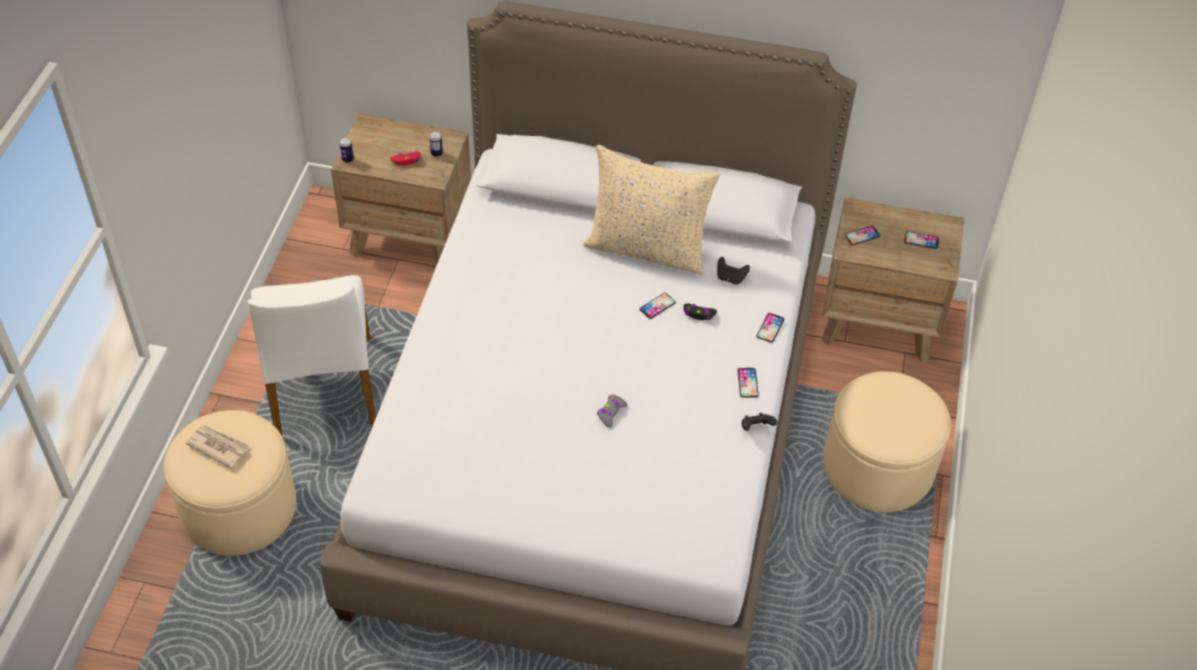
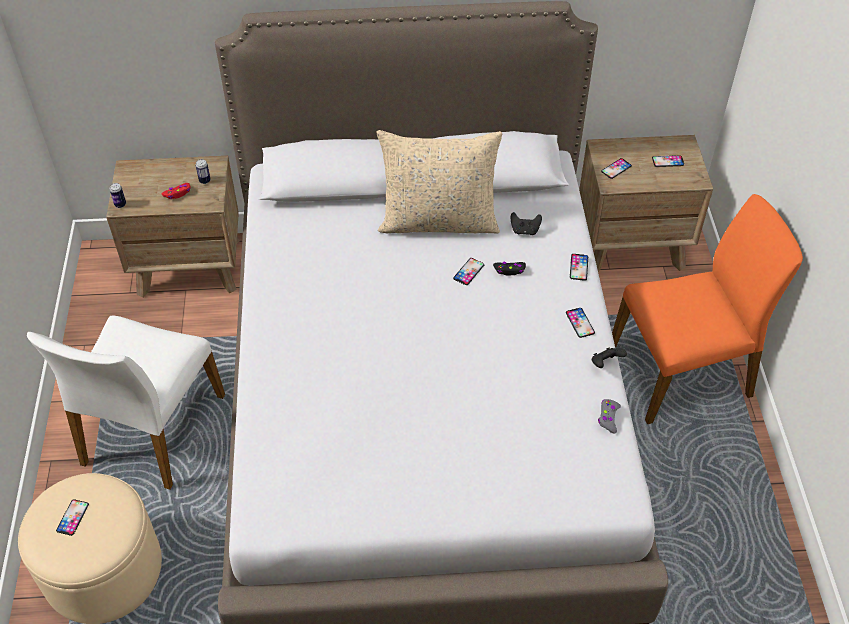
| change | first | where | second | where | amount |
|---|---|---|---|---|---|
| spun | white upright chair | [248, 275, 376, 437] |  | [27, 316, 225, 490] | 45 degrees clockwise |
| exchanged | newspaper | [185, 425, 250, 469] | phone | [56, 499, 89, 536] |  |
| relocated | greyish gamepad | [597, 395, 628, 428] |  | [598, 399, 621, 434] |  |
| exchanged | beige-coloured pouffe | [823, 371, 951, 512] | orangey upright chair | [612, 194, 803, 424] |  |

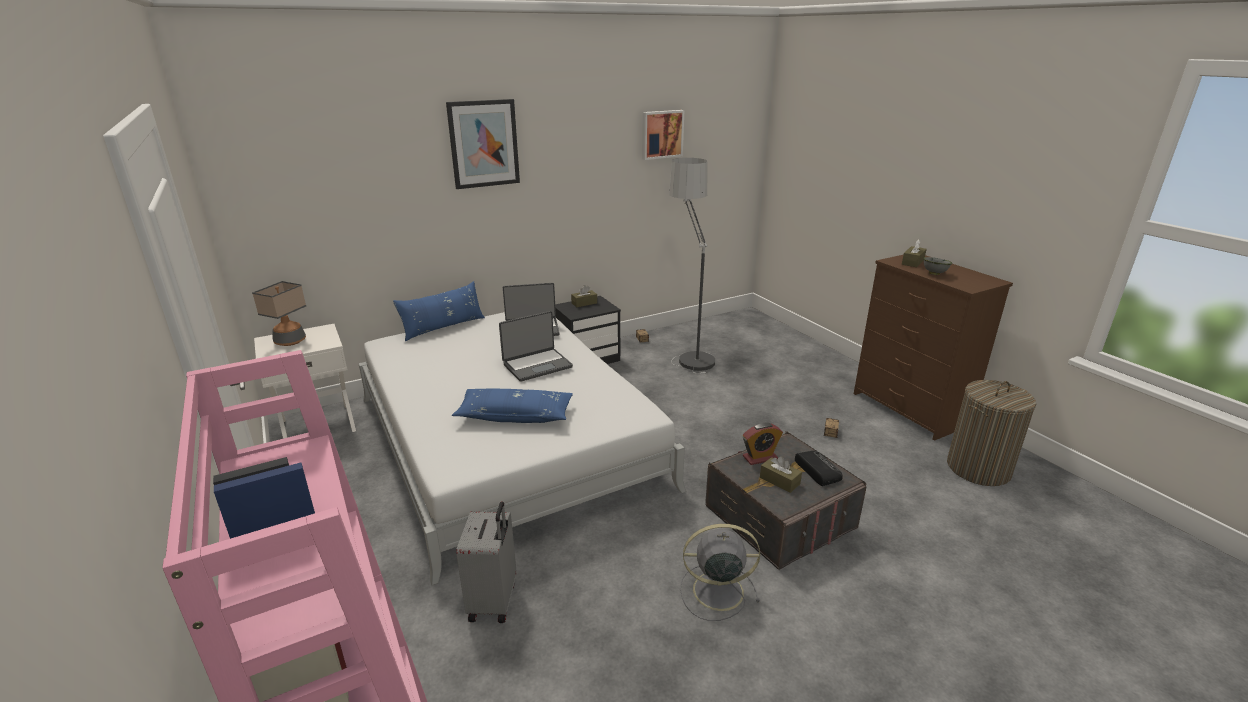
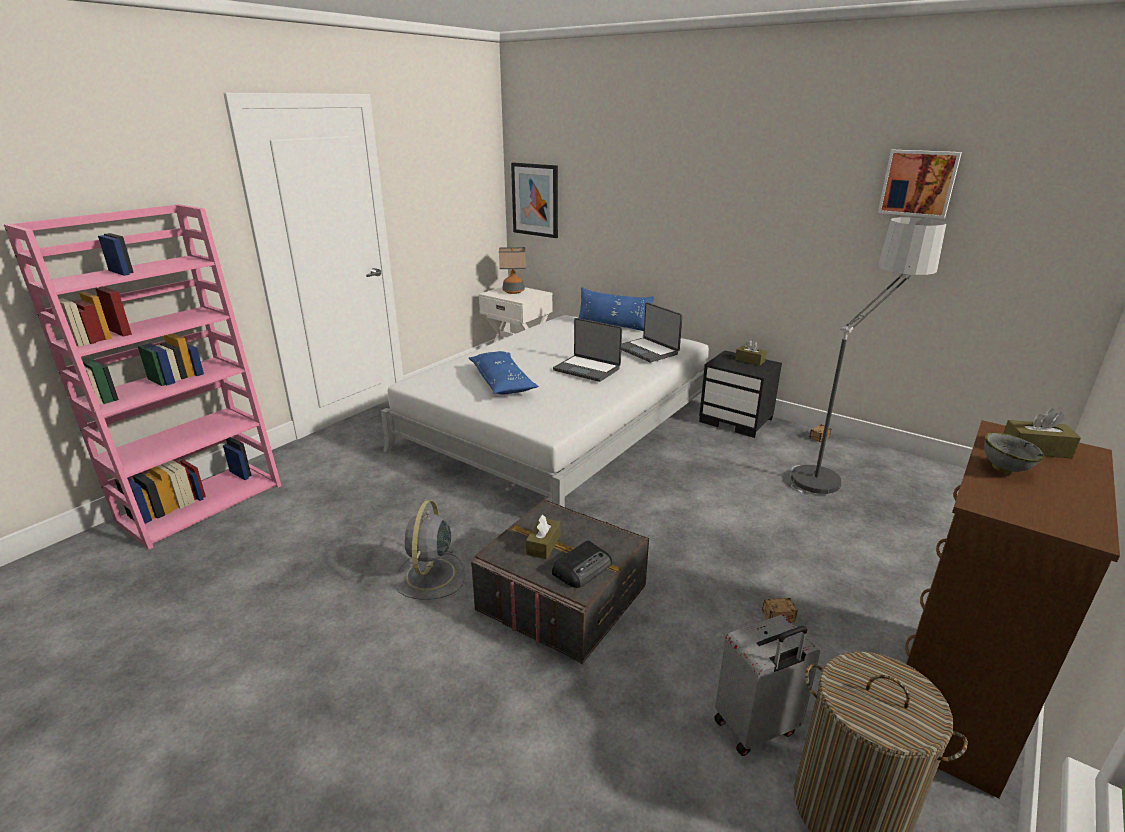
| change | first | where | second | where | amount |
|---|---|---|---|---|---|
| spun | greyish electric fan | [680, 524, 760, 621] |  | [395, 500, 465, 600] | 150 degrees counterclockwise |
| relocated | picture | [446, 99, 520, 189] |  | [511, 163, 558, 238] |  |
| relocated | greyish piece of luggage | [456, 502, 517, 623] |  | [714, 615, 820, 756] |  |
| missing | table clock | [743, 423, 783, 465] |  |  |  |

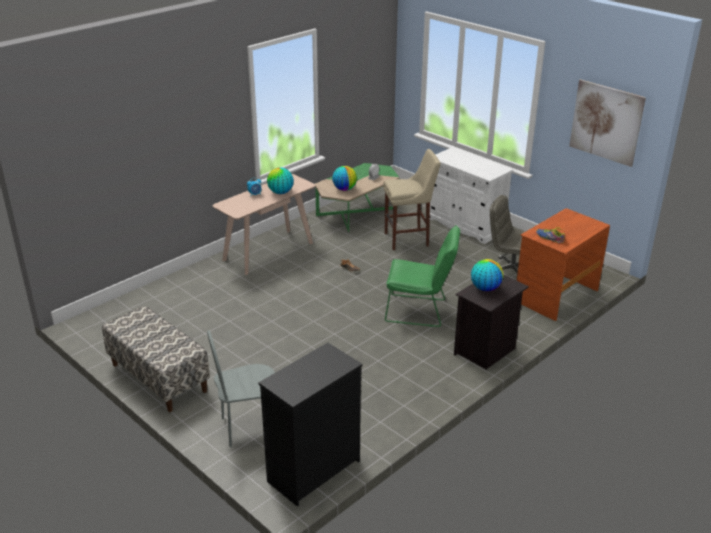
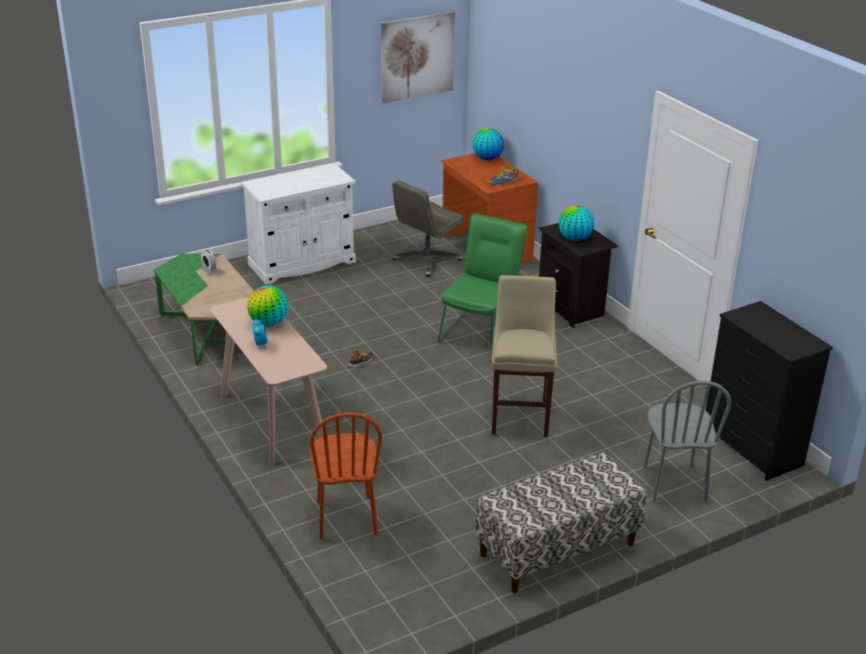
| change | first | where | second | where | amount |
|---|---|---|---|---|---|
| appeared |  |  | brown upright chair | [309, 412, 382, 539] |  |
| relocated | world globe | [332, 166, 357, 191] |  | [472, 128, 504, 160] |  |
| relocated | beige-coloured stool seat | [383, 149, 441, 250] |  | [492, 275, 557, 437] |  |

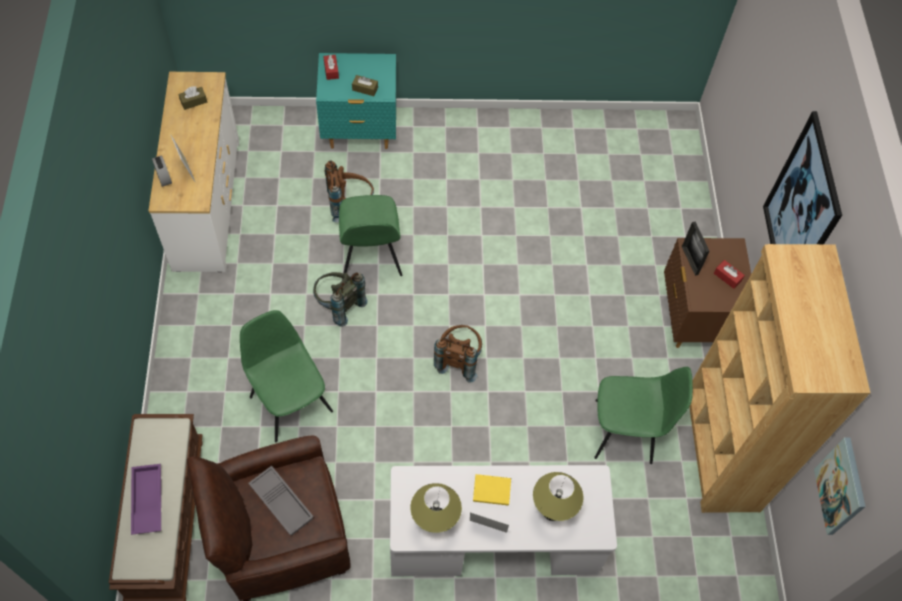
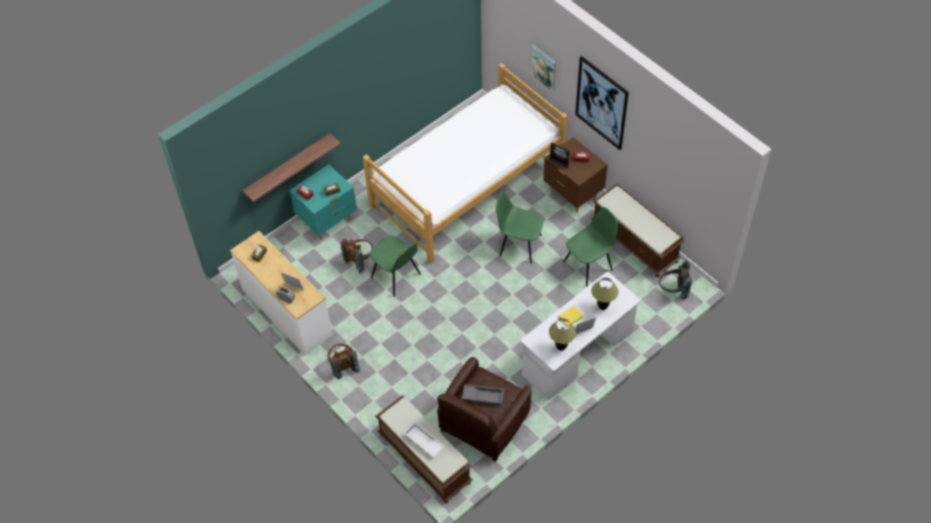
| change | first | where | second | where | amount |
|---|---|---|---|---|---|
| appeared |  |  | bracket shelf | [243, 133, 341, 202] |  |
| relocated | brown knapsack | [434, 325, 482, 383] |  | [328, 344, 361, 379] |  |
| appeared |  |  | bed | [363, 63, 568, 264] |  |
| colour | purple carrying tray | [131, 464, 161, 535] | white carrying tray | [403, 422, 445, 458] |  |
| relocated | greenish upright chair | [240, 310, 333, 442] |  | [496, 191, 544, 264] |  |
| relocated | picture | [814, 437, 866, 535] |  | [530, 44, 556, 92] |  |
| exchanged | brown bookshelf | [689, 244, 870, 513] | brown indoor bench | [591, 184, 684, 277] |  |
| relocated | greyish knapsack | [313, 272, 368, 327] |  | [659, 261, 692, 299] |  |

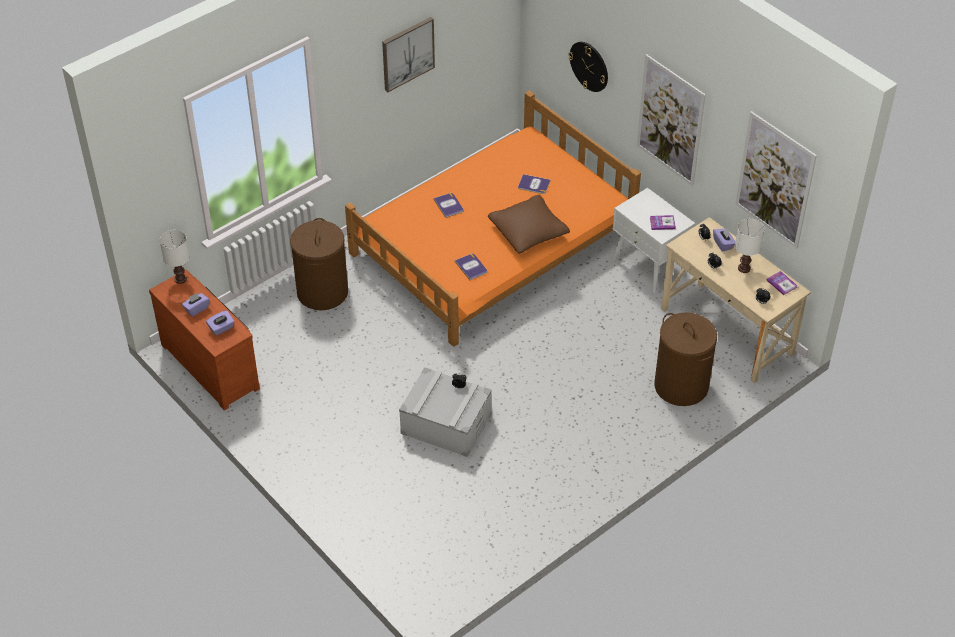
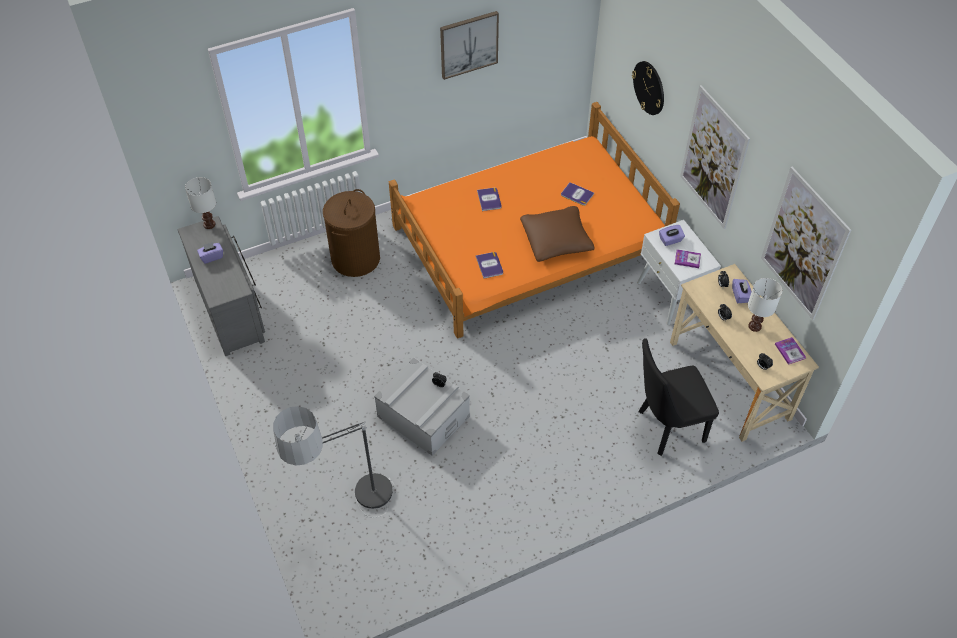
| change | first | where | second | where | amount |
|---|---|---|---|---|---|
| colour | brown dresser | [149, 270, 260, 411] | greyish dresser | [177, 216, 265, 356] |  |
| appeared |  |  | floor lamp | [273, 406, 394, 517] |  |
| exchanged | brown washing basket | [654, 312, 717, 406] | blackish upright chair | [638, 338, 719, 456] |  |
| relocated | purple tissue box | [206, 310, 234, 335] |  | [659, 225, 685, 246] |  |

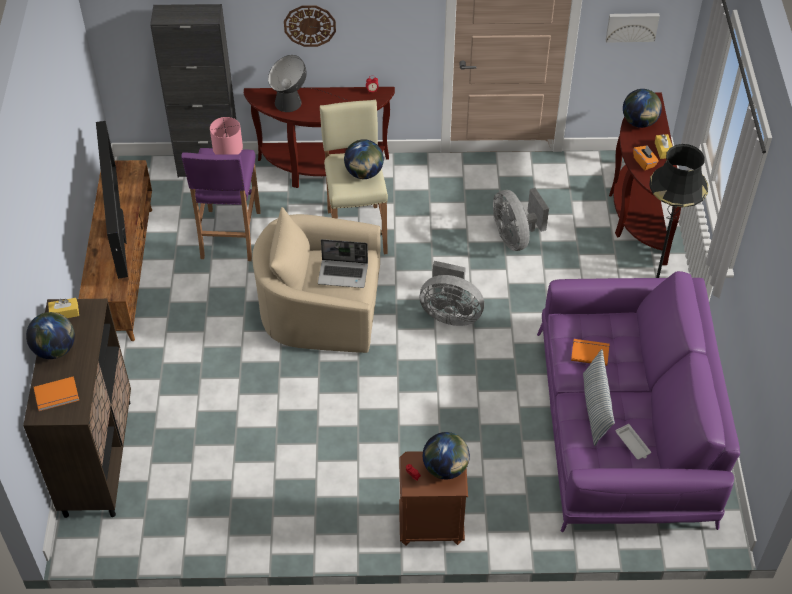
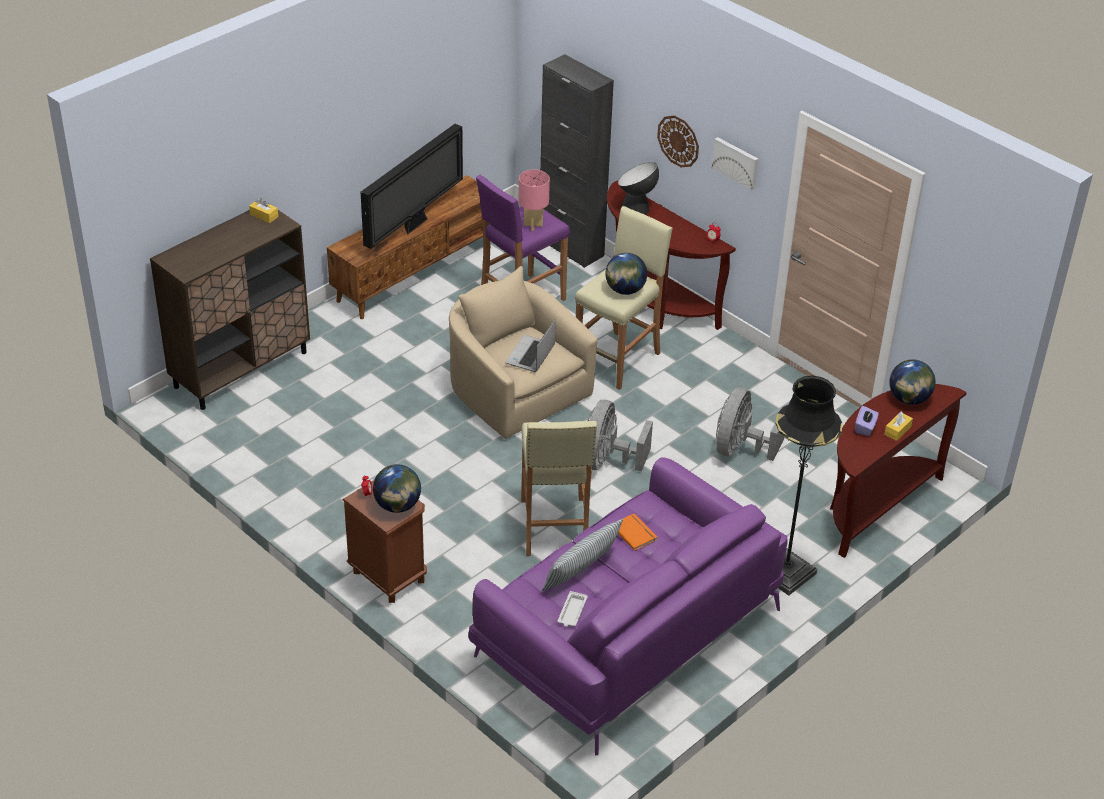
| change | first | where | second | where | amount |
|---|---|---|---|---|---|
| spun | notebook computer | [318, 239, 368, 288] |  | [505, 319, 556, 372] | 60 degrees clockwise |
| appeared |  |  | beige-coloured stool seat | [521, 421, 597, 556] |  |
| spun | greyish electric fan | [420, 261, 484, 326] |  | [587, 400, 653, 472] | 45 degrees clockwise |
| relocated | picture | [606, 13, 660, 43] |  | [712, 137, 758, 190] |  |
| colour | orangey tissue box | [633, 146, 659, 170] | purple tissue box | [855, 406, 879, 436] |  |
| missing | world globe | [26, 312, 75, 359] |  |  |  |
| missing | orangey bound book | [34, 376, 79, 411] |  |  |  |

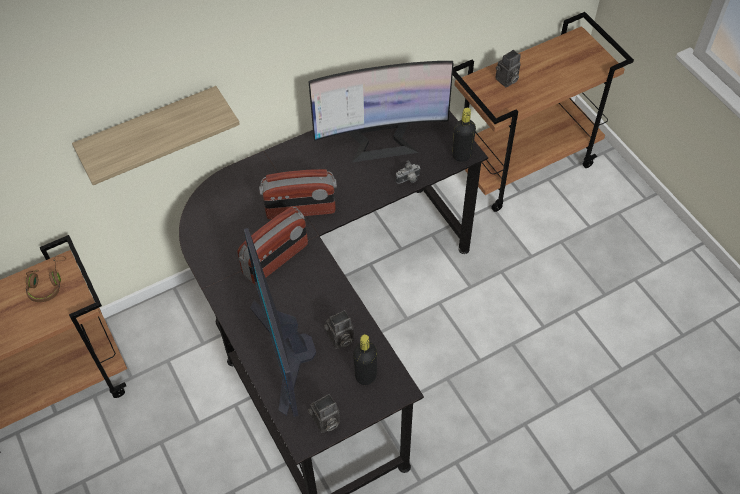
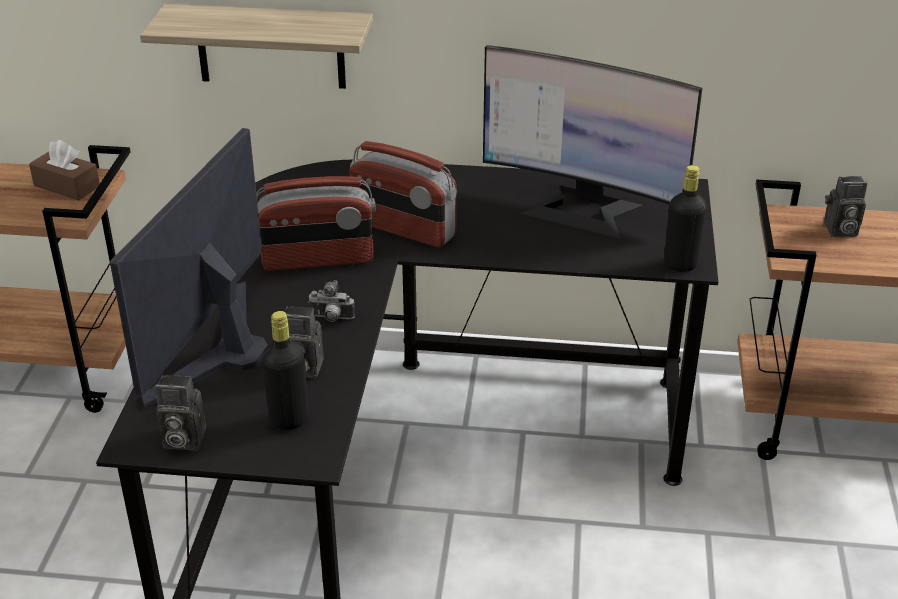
| change | first | where | second | where | amount |
|---|---|---|---|---|---|
| exchanged | brown headset | [26, 256, 66, 302] | brown tissue box | [29, 140, 100, 201] |  |
| relocated | photo camera | [396, 160, 421, 184] |  | [308, 280, 355, 322] |  |

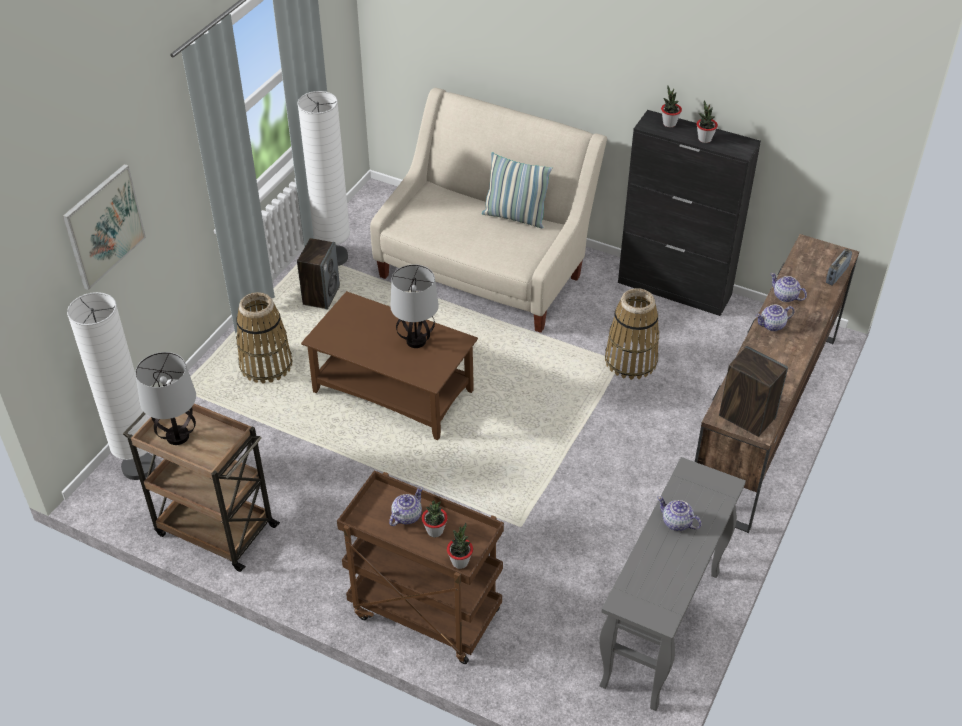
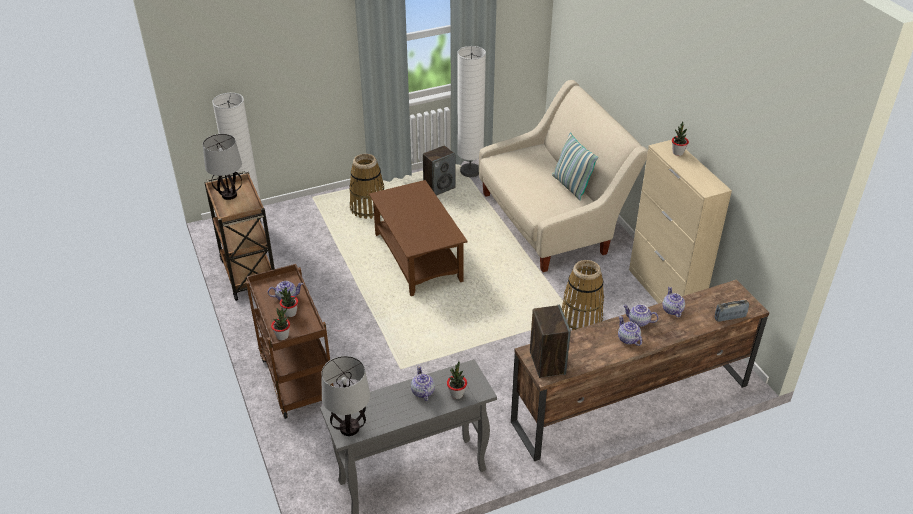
| change | first | where | second | where | amount |
|---|---|---|---|---|---|
| relocated | lamp for a table | [390, 264, 439, 348] |  | [321, 356, 370, 436] |  |
| relocated | plant in a pot | [697, 100, 718, 143] |  | [447, 361, 467, 399] |  |
| appeared |  |  | pot for tea | [618, 316, 642, 346] |  |
| colour | blackish storage cabinet | [618, 110, 761, 316] | beige-coloured storage cabinet | [629, 140, 732, 304] |  |
| missing | picture | [63, 164, 146, 290] |  |  |  |

